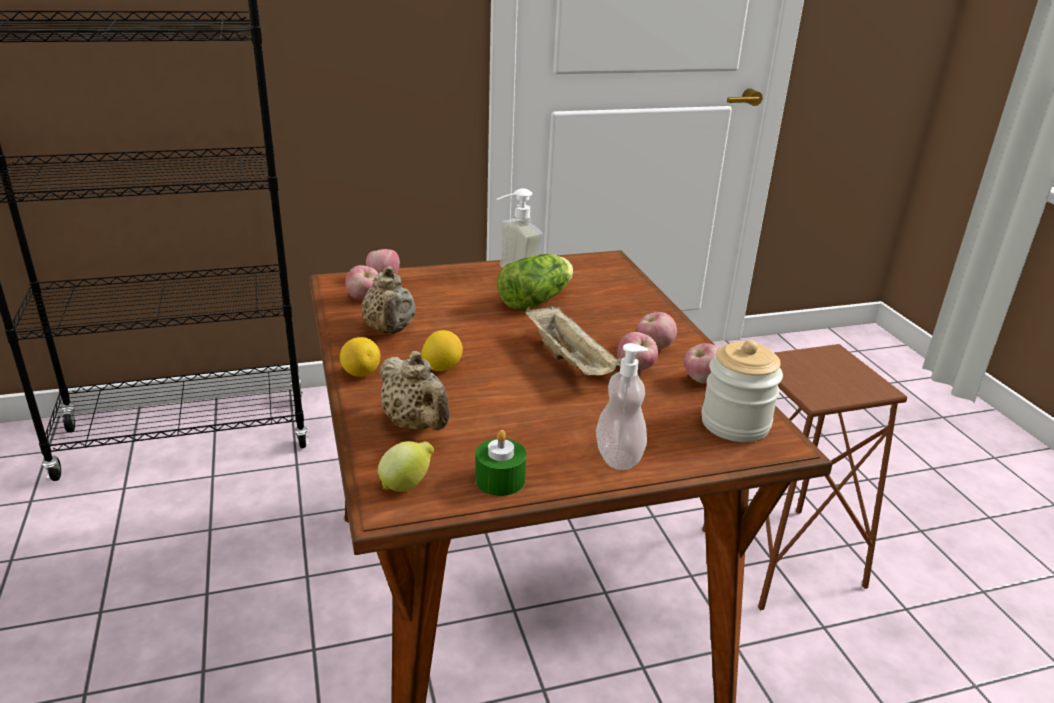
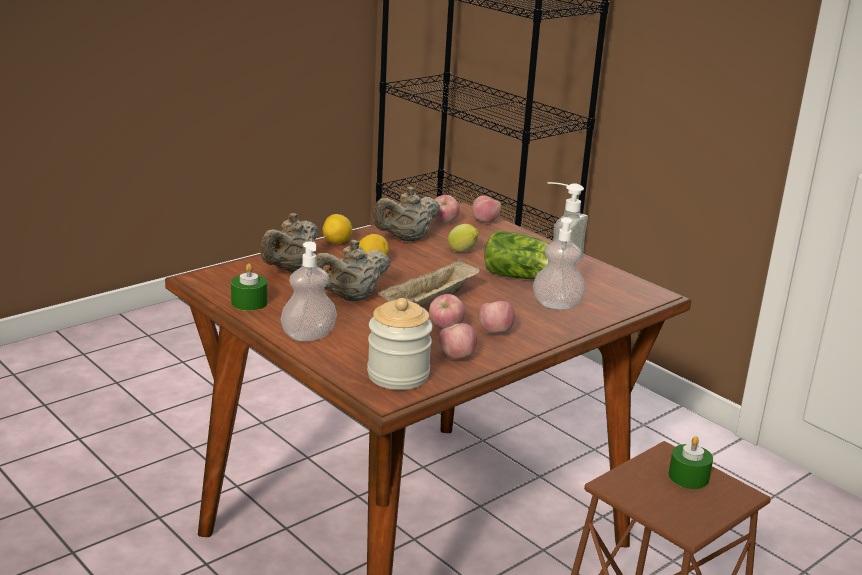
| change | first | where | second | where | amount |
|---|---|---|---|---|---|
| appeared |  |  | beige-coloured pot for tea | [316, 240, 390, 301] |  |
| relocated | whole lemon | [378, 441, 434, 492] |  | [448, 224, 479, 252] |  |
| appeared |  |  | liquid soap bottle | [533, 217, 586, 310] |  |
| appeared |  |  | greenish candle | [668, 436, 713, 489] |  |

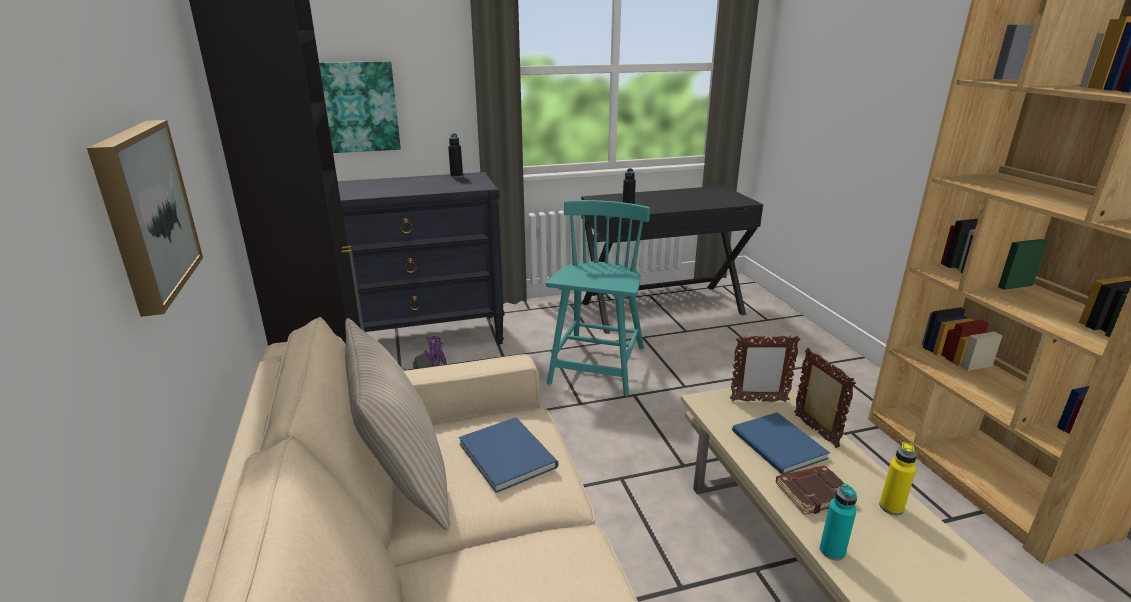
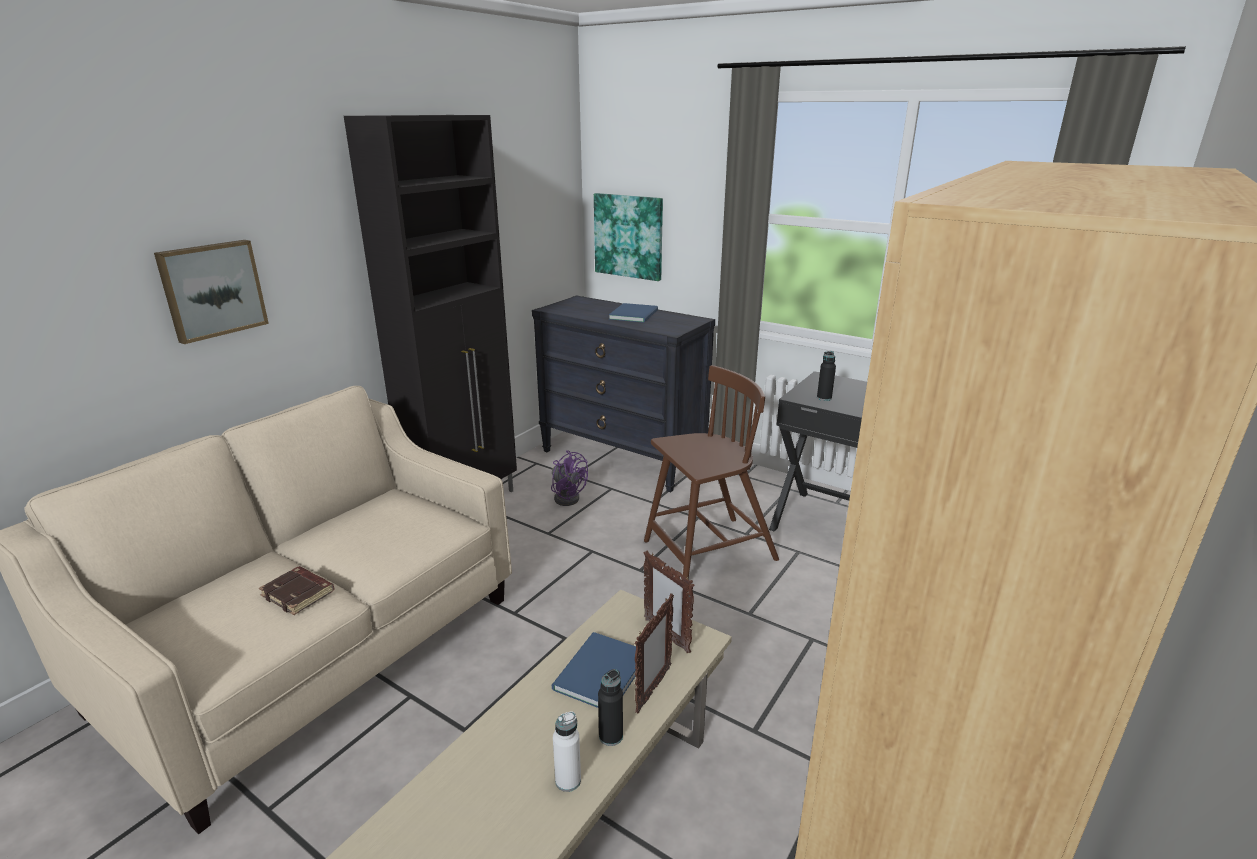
| change | first | where | second | where | amount |
|---|---|---|---|---|---|
| relocated | brown bound book | [776, 465, 845, 515] |  | [259, 566, 335, 615] |  |
| colour | yellow-coloured beverage bottle | [879, 442, 917, 515] | white beverage bottle | [553, 711, 581, 792] |  |
| relocated | blackish beverage bottle | [448, 133, 463, 178] |  | [598, 669, 623, 746] |  |
| relocated | bluish bound book | [459, 417, 558, 493] |  | [609, 303, 658, 323] |  |
| colour | turquoise-coloured upright chair | [546, 200, 650, 397] | brown upright chair | [644, 365, 779, 579] |  |
| missing | beige-coloured pillow | [345, 318, 450, 530] |  |  |  |
| missing | turquoise-coloured beverage bottle | [820, 484, 857, 560] |  |  |  |

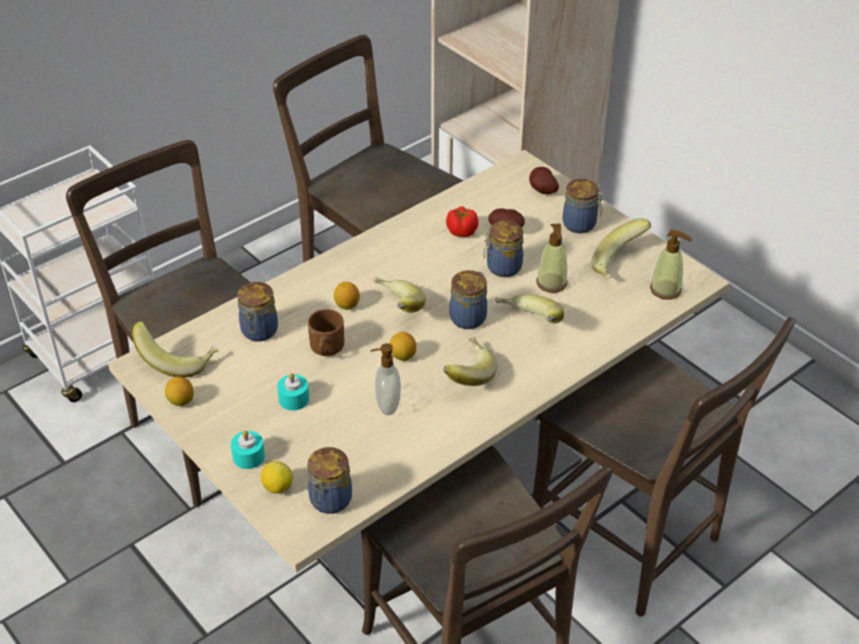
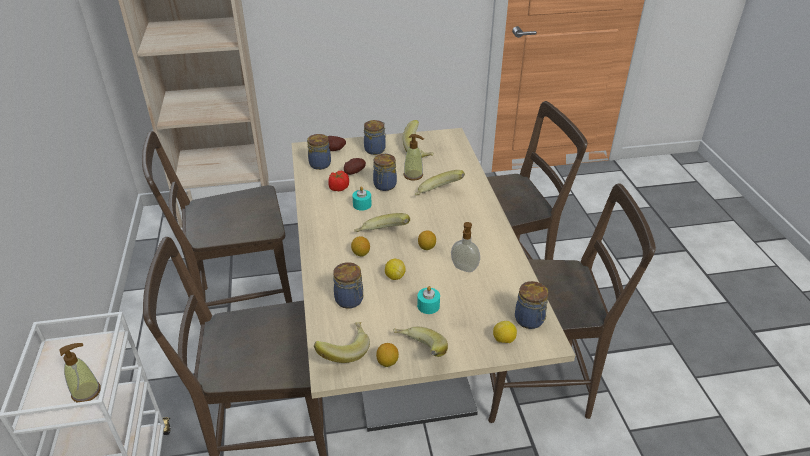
| change | first | where | second | where | amount |
|---|---|---|---|---|---|
| relocated | liquid soap bottle | [650, 230, 692, 300] |  | [59, 343, 101, 402] |  |
| relocated | jar | [449, 270, 487, 329] |  | [307, 134, 331, 170] |  |
| relocated | turquoise-coloured candle | [231, 431, 265, 469] |  | [352, 186, 372, 211] |  |
| exchanged | brown mug | [308, 309, 344, 356] | whole lemon | [385, 259, 406, 280] |  |
| relocated | banana | [443, 337, 497, 386] |  | [393, 327, 448, 357] |  |

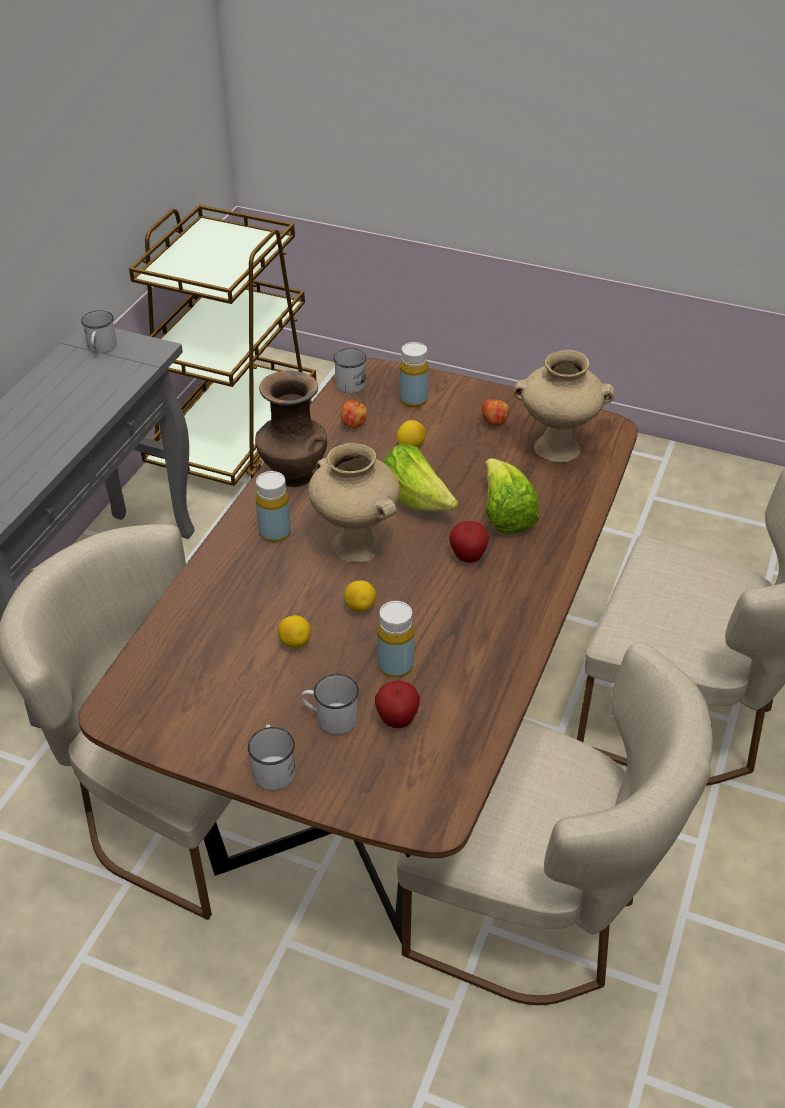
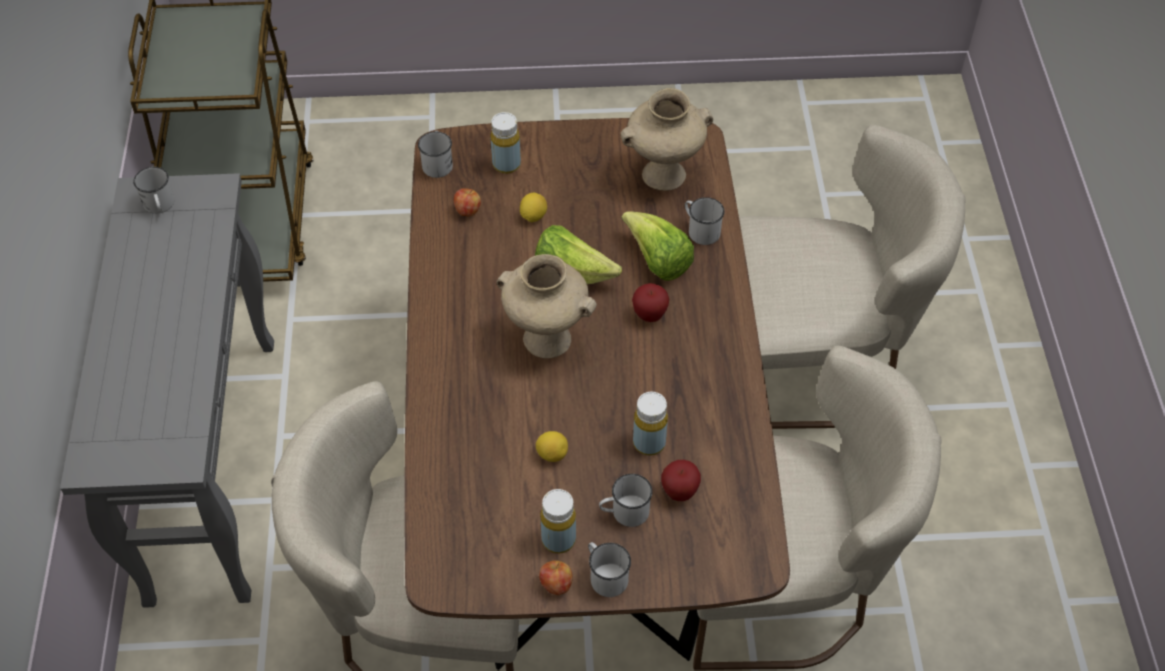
| change | first | where | second | where | amount |
|---|---|---|---|---|---|
| relocated | apple fruit | [482, 398, 509, 426] |  | [539, 560, 573, 595] |  |
| relocated | yellow-coloured beverage bottle | [256, 471, 291, 543] |  | [540, 489, 576, 554] |  |
| appeared |  |  | white mug | [685, 197, 725, 245] |  |
| missing | brown flower vase | [255, 371, 327, 487] |  |  |  |
| missing | whole lemon | [344, 580, 376, 612] |  |  |  |

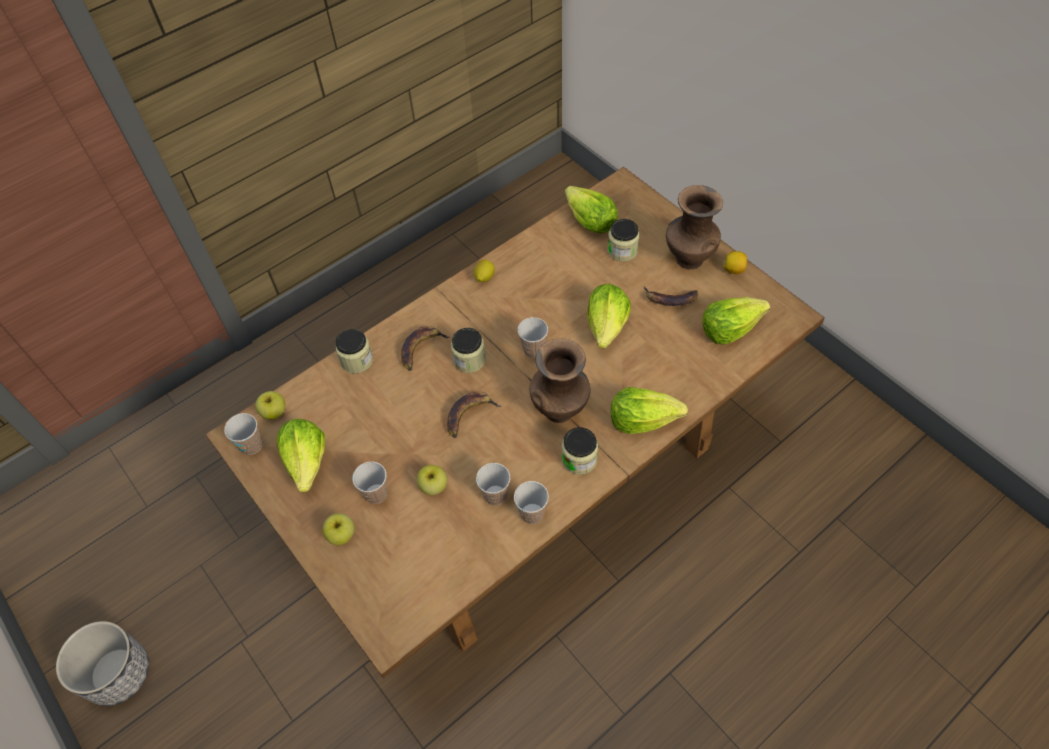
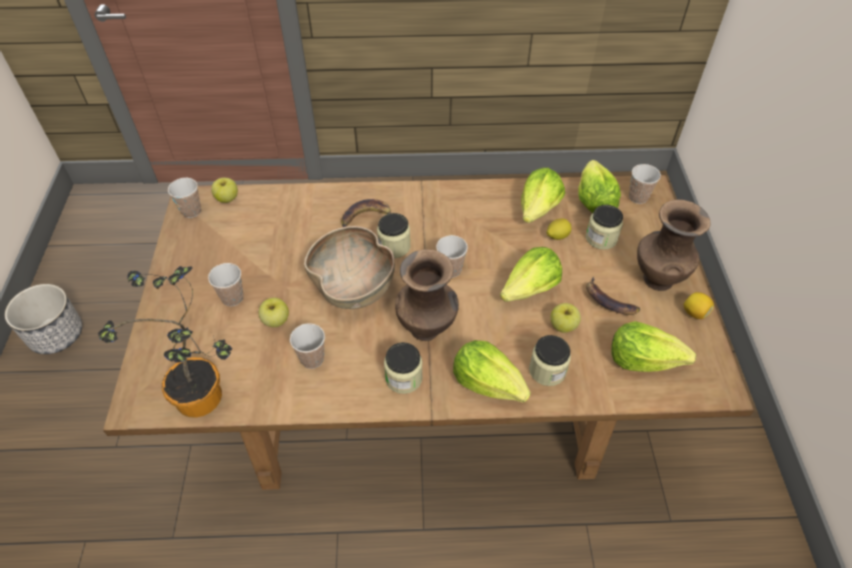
| change | first | where | second | where | amount |
|---|---|---|---|---|---|
| appeared |  |  | plant in a pot | [98, 266, 232, 418] |  |
| exchanged | banana | [447, 392, 501, 438] | brown bowl | [304, 226, 395, 309] |  |
| relocated | lettuce head | [277, 419, 325, 492] |  | [521, 168, 565, 223] |  |
| relocated | jar | [335, 329, 373, 374] |  | [529, 335, 571, 386] |  |
| relocated | whole lemon | [474, 260, 495, 282] |  | [546, 218, 571, 240] |  |
| relocated | apple fruit | [323, 513, 354, 545] |  | [551, 303, 581, 333] |  |
| relocated | drinking cup | [514, 481, 549, 524] |  | [629, 164, 661, 204] |  |

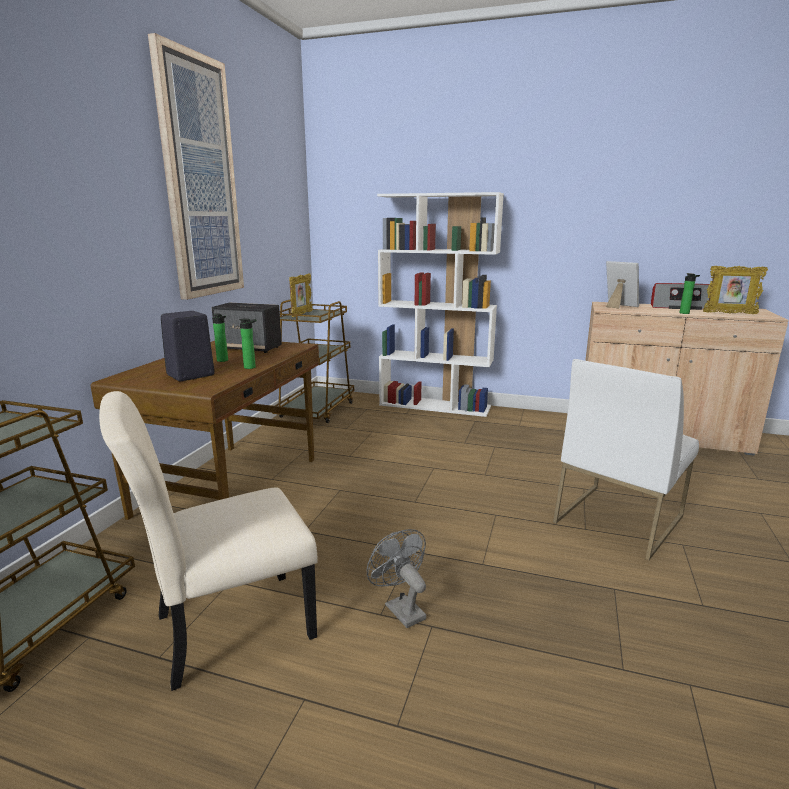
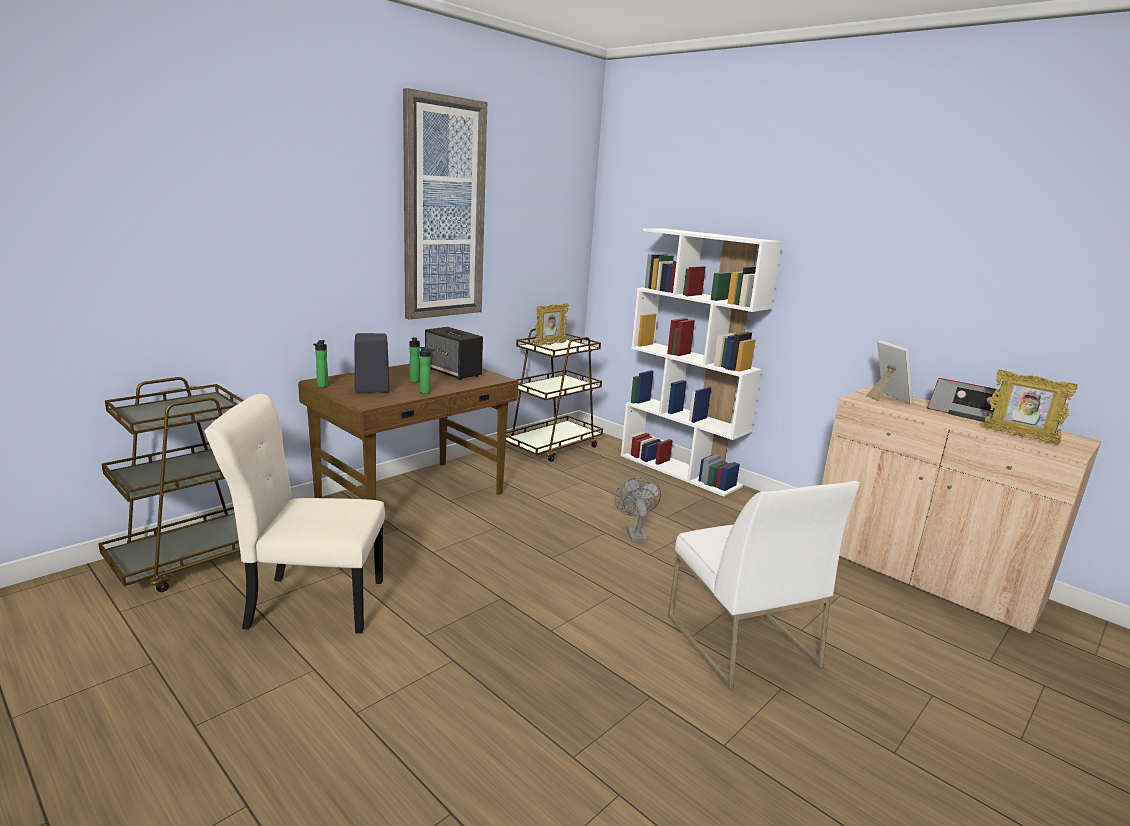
| change | first | where | second | where | amount |
|---|---|---|---|---|---|
| relocated | beverage bottle | [679, 273, 700, 314] |  | [313, 340, 328, 387] |  |
| relocated | greyish electric fan | [367, 529, 426, 628] |  | [614, 477, 661, 542] |  |
| spun | white upright chair | [553, 359, 699, 560] |  | [668, 481, 860, 690] | 90 degrees counterclockwise |

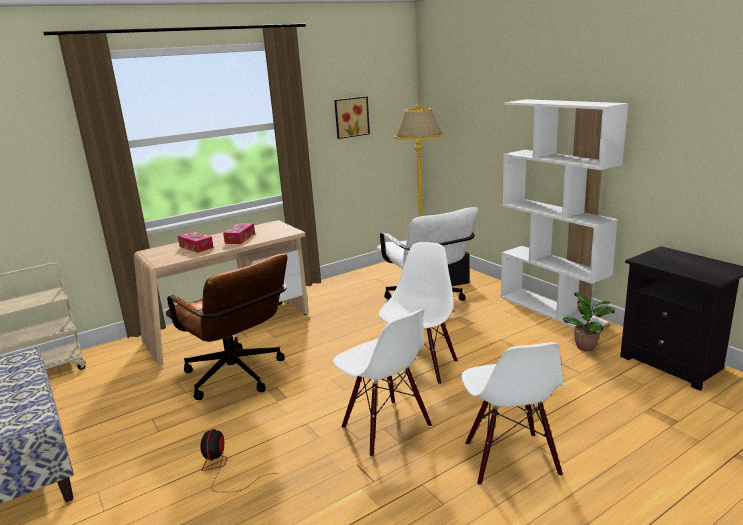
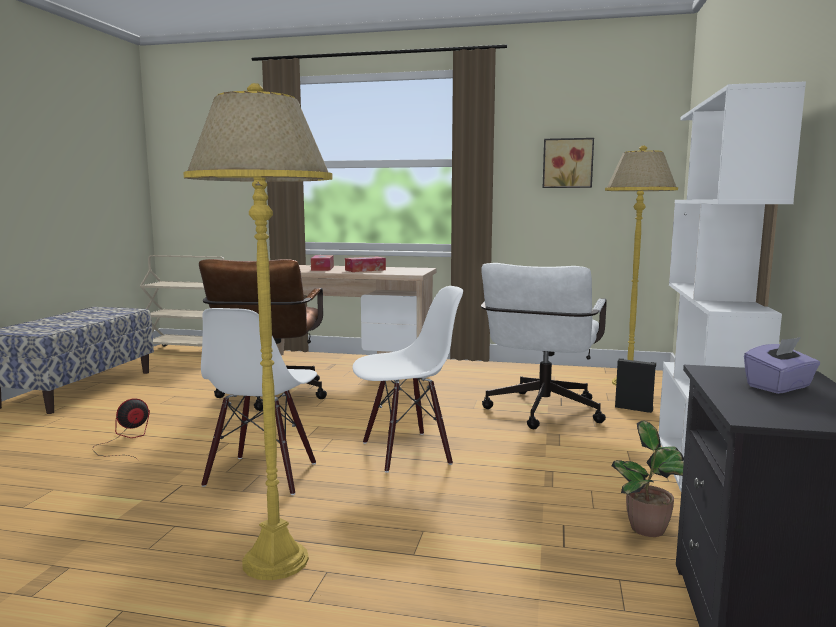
| change | first | where | second | where | amount |
|---|---|---|---|---|---|
| exchanged | white upright chair | [461, 342, 563, 485] | yellow-coloured floor lamp | [183, 83, 333, 580] |  |
| appeared |  |  | purple tissue box | [744, 337, 820, 394] |  |

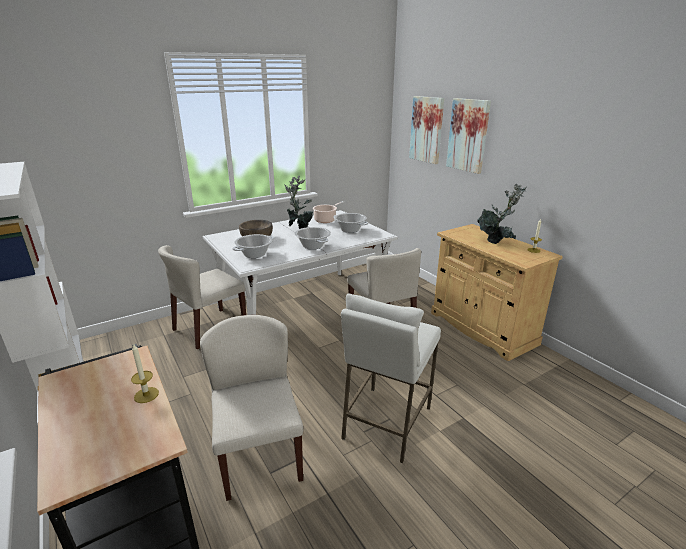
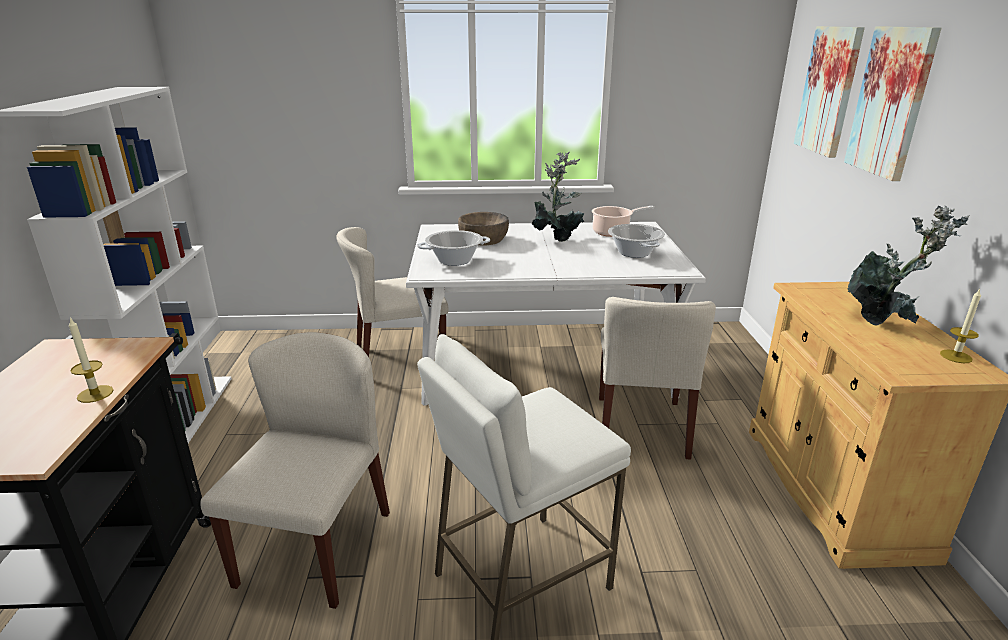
| change | first | where | second | where | amount |
|---|---|---|---|---|---|
| missing | stockpot | [295, 227, 331, 250] |  |  |  |

